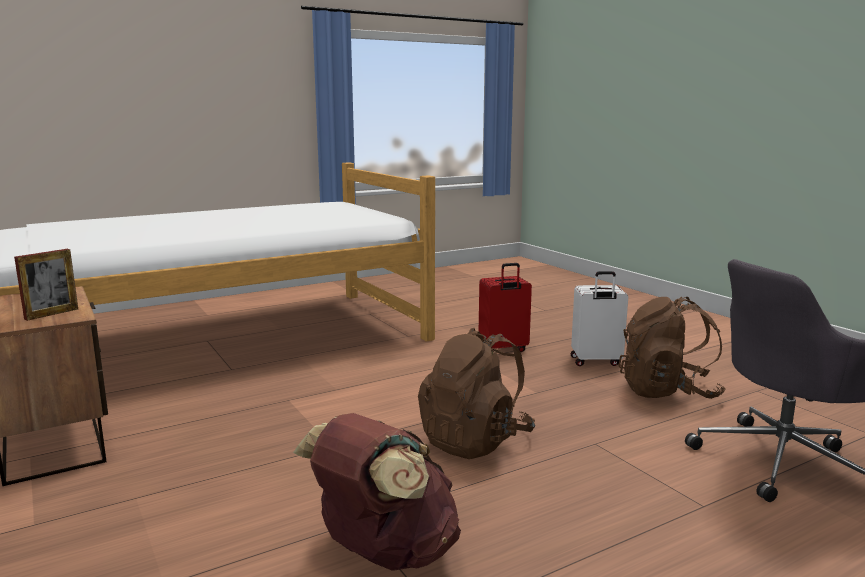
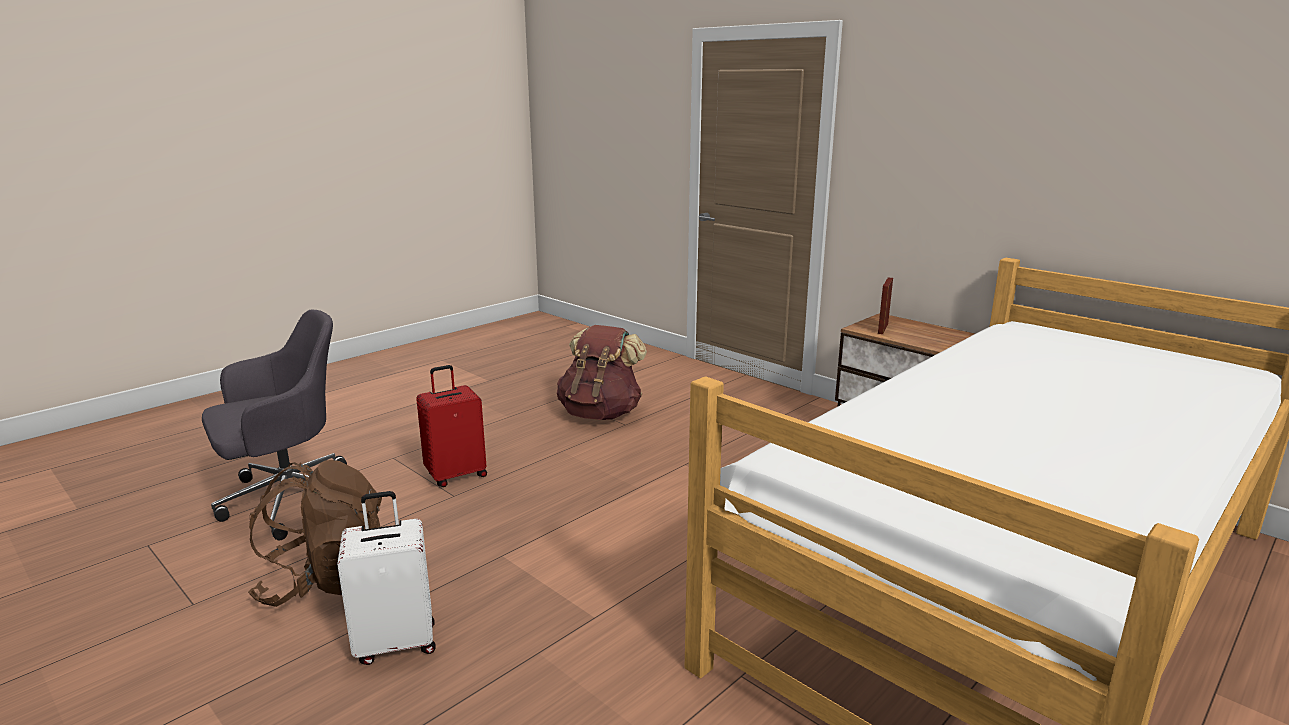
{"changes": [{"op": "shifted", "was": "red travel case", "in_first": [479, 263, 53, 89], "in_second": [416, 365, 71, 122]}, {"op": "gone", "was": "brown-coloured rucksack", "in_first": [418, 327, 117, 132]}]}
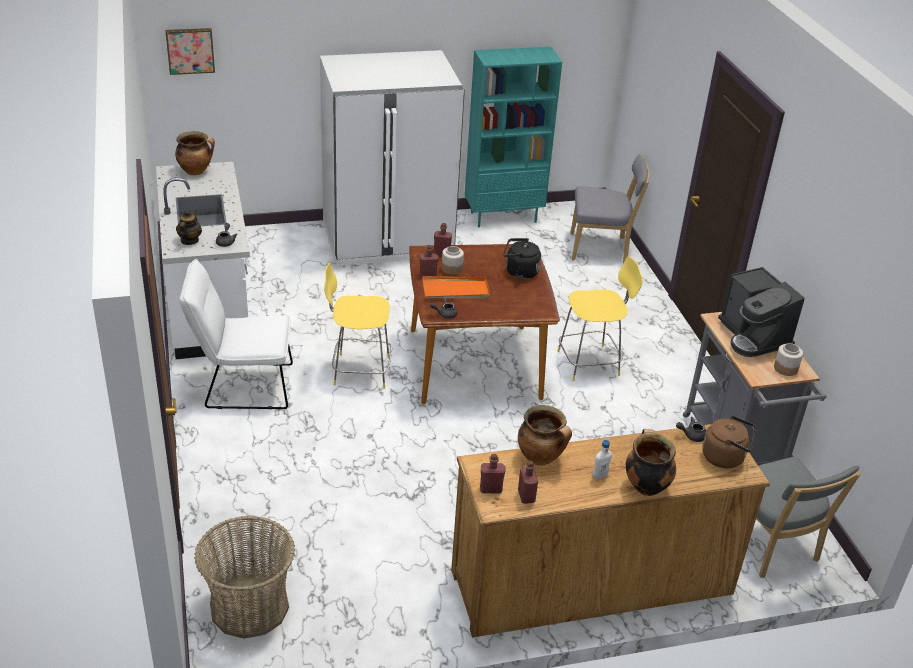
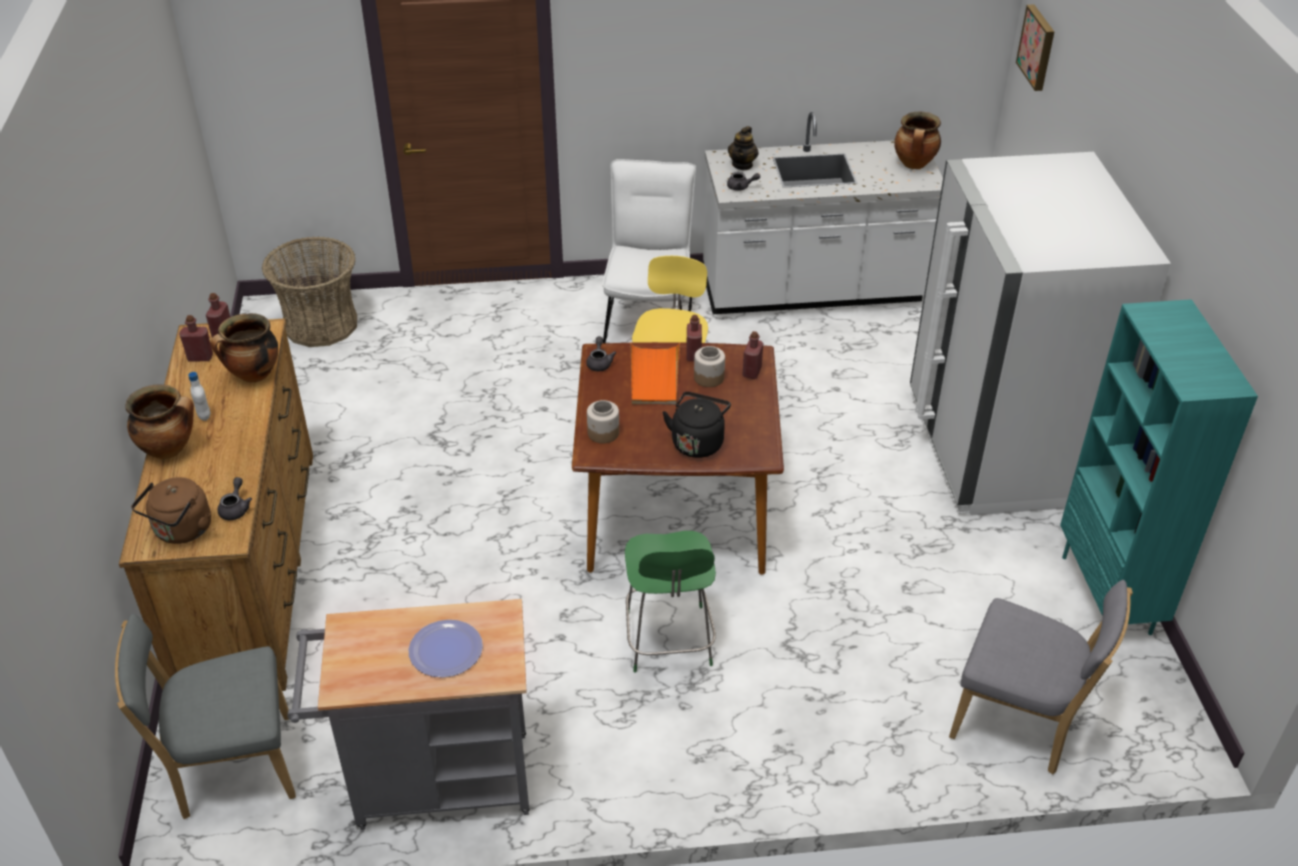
{"changes": [{"op": "swapped", "was": "coffee brewer", "now": "flat dish", "in_first": [718, 267, 87, 90], "in_second": [409, 620, 74, 58]}, {"op": "shifted", "was": "storage jar", "in_first": [774, 343, 29, 33], "in_second": [587, 400, 32, 44]}, {"op": "repainted", "was": "yellow-coloured stool seat", "now": "greenish stool seat", "in_first": [557, 256, 86, 125], "in_second": [625, 531, 91, 142]}, {"op": "rotated", "was": "tea pot", "in_first": [176, 210, 26, 35], "in_second": [728, 126, 30, 44], "clockwise": 90}, {"op": "rotated", "was": "grey upright chair", "in_first": [570, 154, 79, 109], "in_second": [949, 580, 184, 194], "clockwise": -75}]}
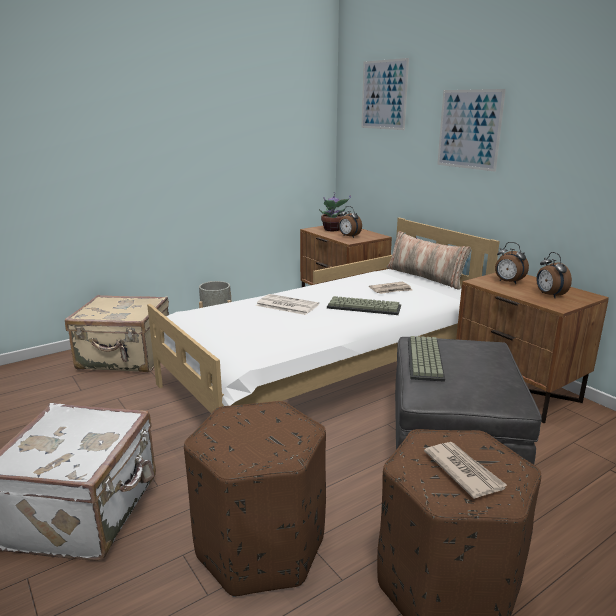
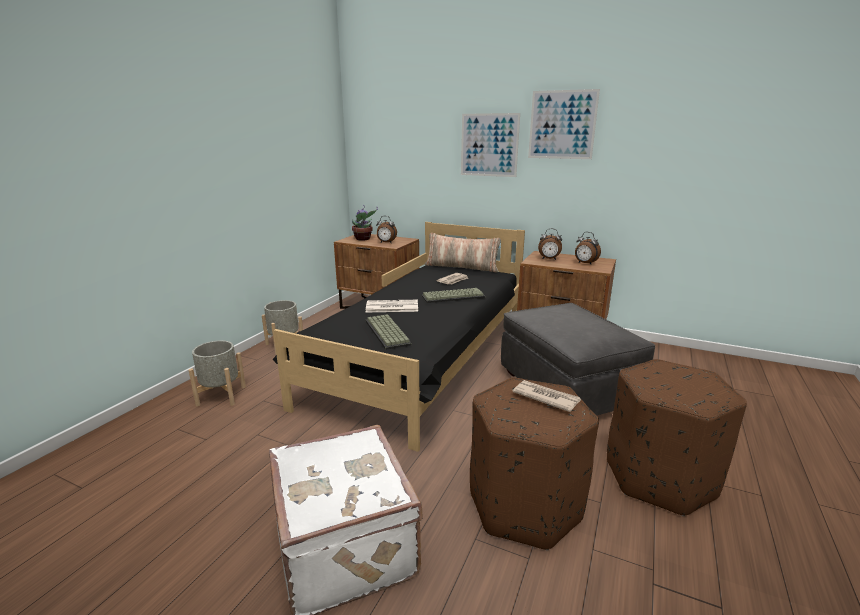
{"changes": [{"op": "swapped", "was": "sand-coloured travel case", "now": "grey planter", "in_first": [65, 295, 104, 77], "in_second": [188, 340, 58, 67]}, {"op": "repainted", "was": "whitish bed", "now": "black bed", "in_first": [147, 218, 353, 195], "in_second": [273, 222, 252, 230]}, {"op": "shifted", "was": "PC keyboard", "in_first": [408, 336, 37, 46], "in_second": [365, 314, 47, 36]}, {"op": "shifted", "was": "printed paper", "in_first": [424, 442, 84, 57], "in_second": [512, 380, 69, 32]}, {"op": "shifted", "was": "wall art", "in_first": [361, 58, 48, 72], "in_second": [528, 89, 72, 70]}]}
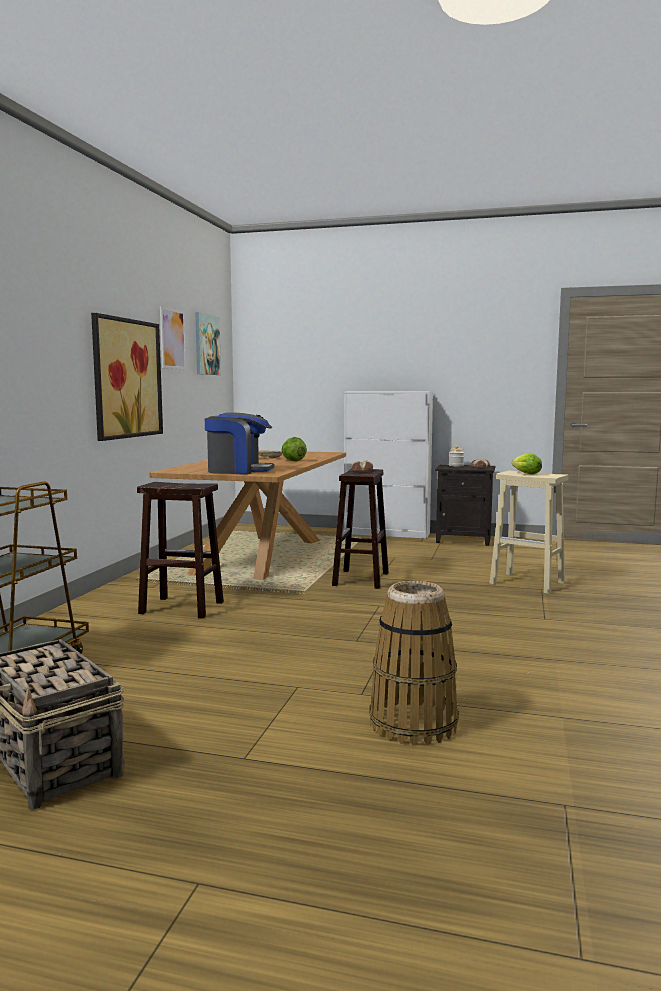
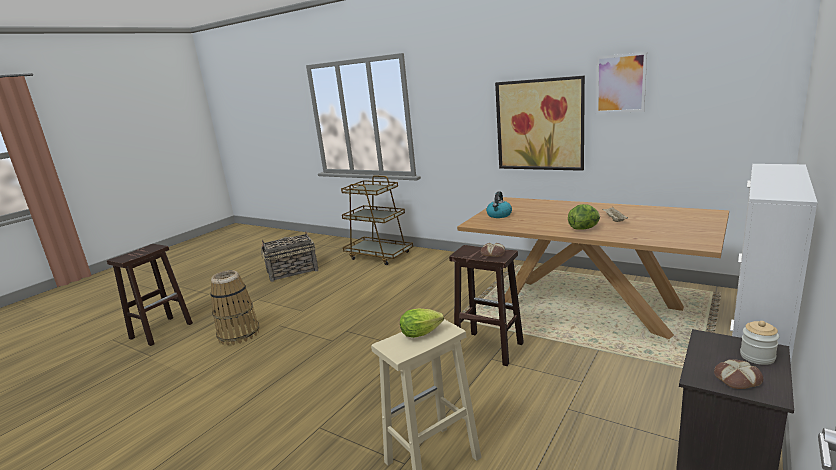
{"changes": [{"op": "shifted", "was": "brown-coloured stool seat", "in_first": [137, 482, 87, 137], "in_second": [107, 244, 86, 102]}, {"op": "swapped", "was": "coffee brewer", "now": "water kettle", "in_first": [205, 412, 69, 62], "in_second": [486, 191, 26, 27]}, {"op": "gone", "was": "wall art", "in_first": [195, 312, 26, 63]}]}
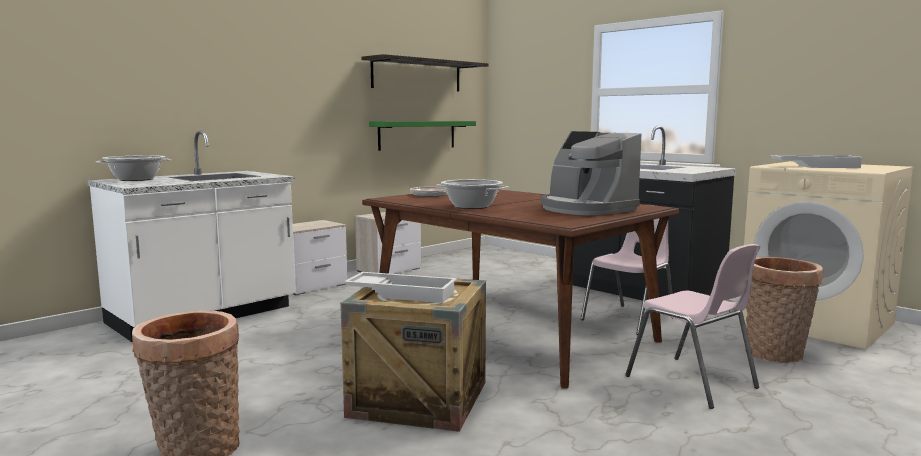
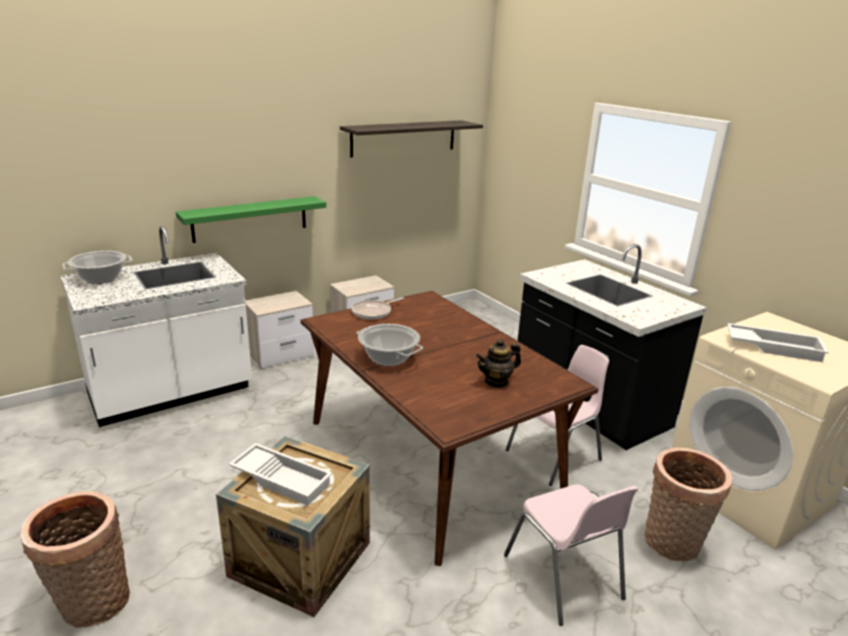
{"changes": [{"op": "shifted", "was": "greenish wall shelf", "in_first": [369, 121, 107, 30], "in_second": [176, 196, 150, 47]}, {"op": "swapped", "was": "coffee brewer", "now": "tea pot", "in_first": [541, 131, 100, 84], "in_second": [476, 339, 45, 49]}]}
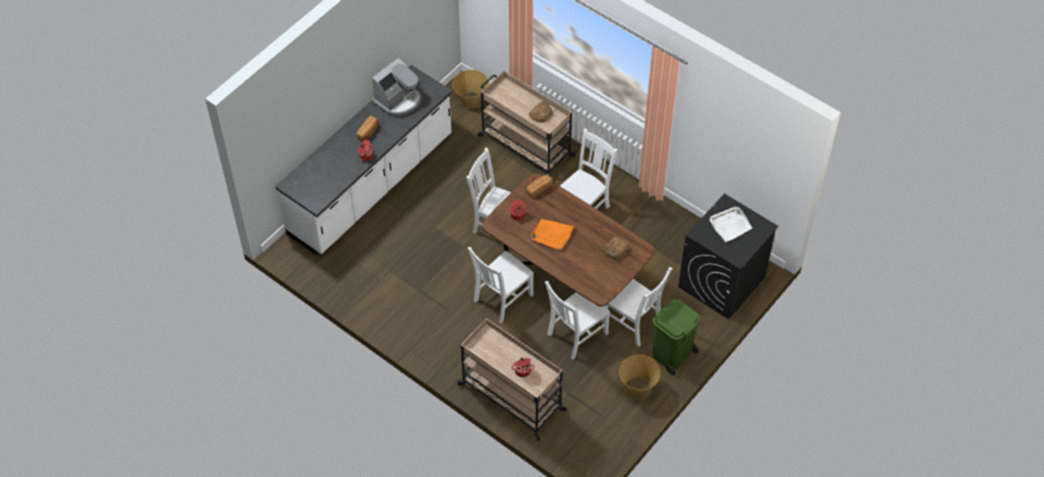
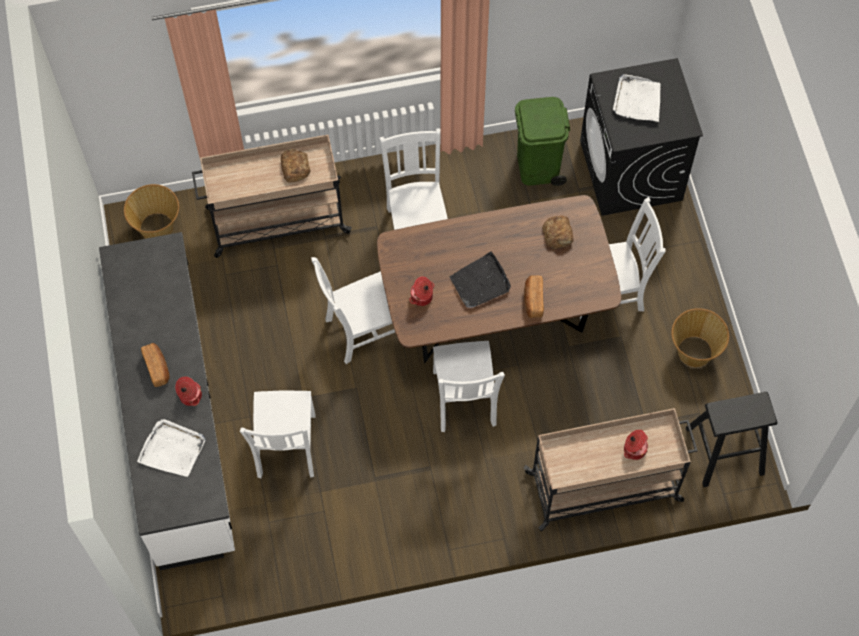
{"changes": [{"op": "new", "now": "whitish tray", "in_second": [137, 419, 69, 58]}, {"op": "shifted", "was": "whitish upright chair", "in_first": [545, 281, 65, 78], "in_second": [240, 391, 75, 87]}, {"op": "repainted", "was": "orange-coloured tray", "now": "black tray", "in_first": [530, 219, 44, 30], "in_second": [449, 251, 62, 57]}, {"op": "shifted", "was": "greenish rubbish bin", "in_first": [652, 299, 48, 76], "in_second": [515, 97, 55, 89]}, {"op": "shifted", "was": "bread", "in_first": [526, 175, 27, 23], "in_second": [524, 275, 20, 43]}, {"op": "new", "now": "black stool seat", "in_second": [686, 392, 91, 95]}, {"op": "gone", "was": "coffee brewer", "in_first": [372, 58, 50, 58]}]}
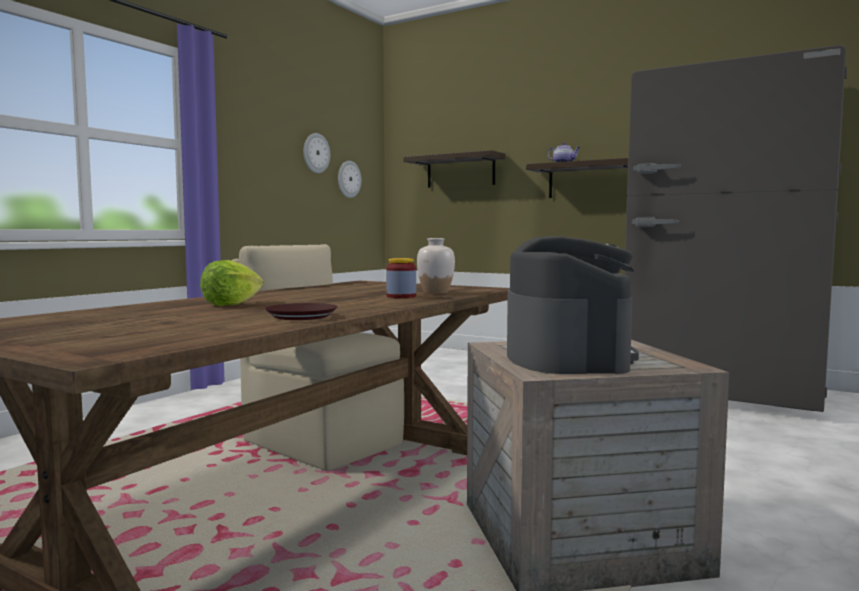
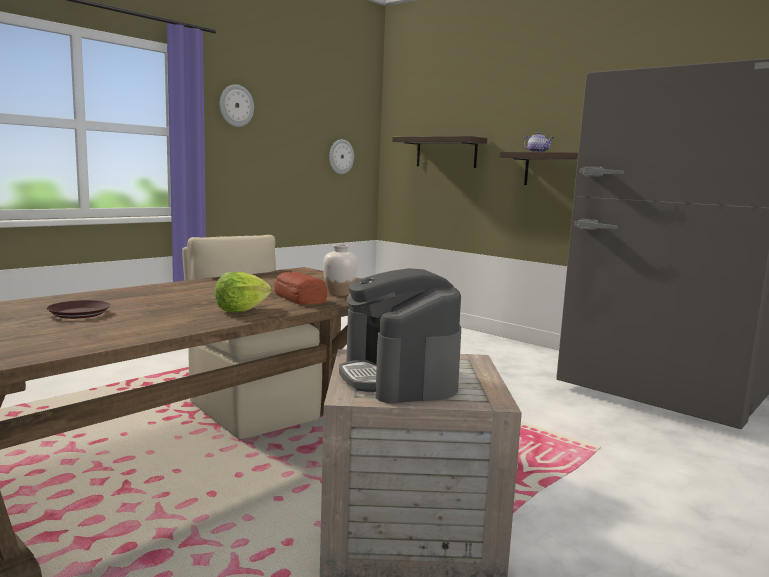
{"changes": [{"op": "shifted", "was": "brown-coloured flat dish", "in_first": [264, 303, 74, 17], "in_second": [46, 300, 65, 19]}, {"op": "shifted", "was": "lettuce", "in_first": [200, 260, 63, 46], "in_second": [215, 272, 56, 40]}, {"op": "shifted", "was": "wall clock", "in_first": [304, 133, 26, 40], "in_second": [220, 84, 34, 43]}, {"op": "swapped", "was": "storage jar", "now": "bread", "in_first": [386, 258, 30, 40], "in_second": [274, 272, 53, 33]}, {"op": "rotated", "was": "coffee brewer", "in_first": [507, 236, 132, 138], "in_second": [339, 268, 122, 136], "clockwise": 150}]}
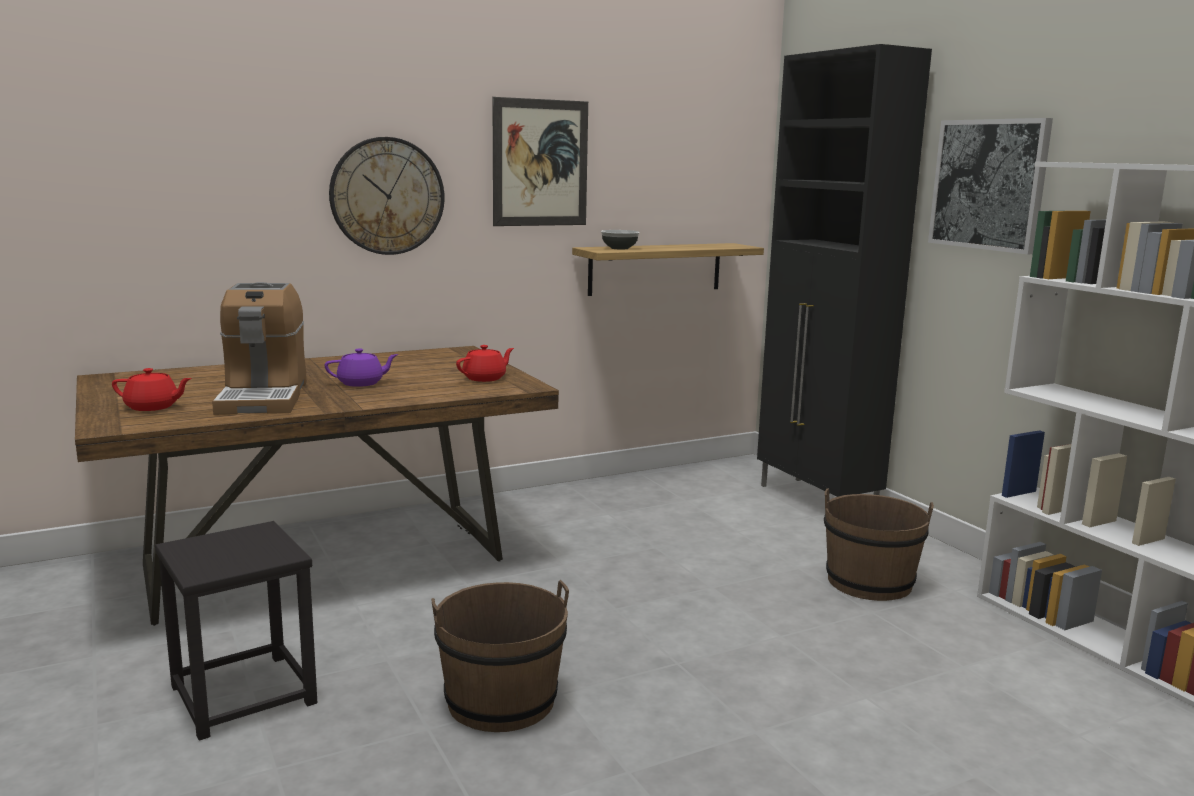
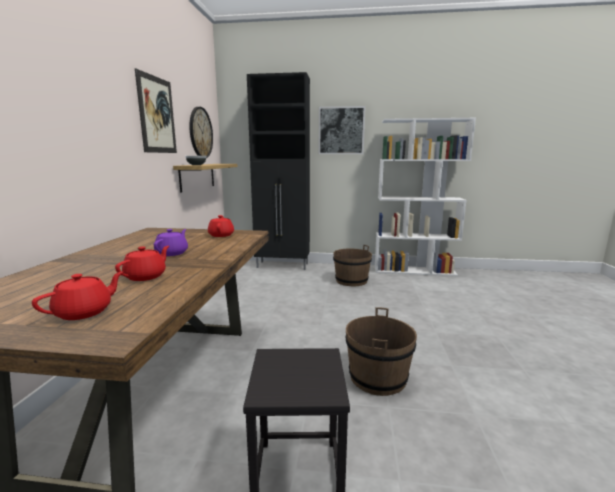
{"changes": [{"op": "swapped", "was": "coffee brewer", "now": "red tea pot", "in_first": [212, 282, 95, 133], "in_second": [115, 246, 54, 35]}, {"op": "shifted", "was": "wall clock", "in_first": [329, 137, 115, 118], "in_second": [189, 107, 24, 51]}]}
